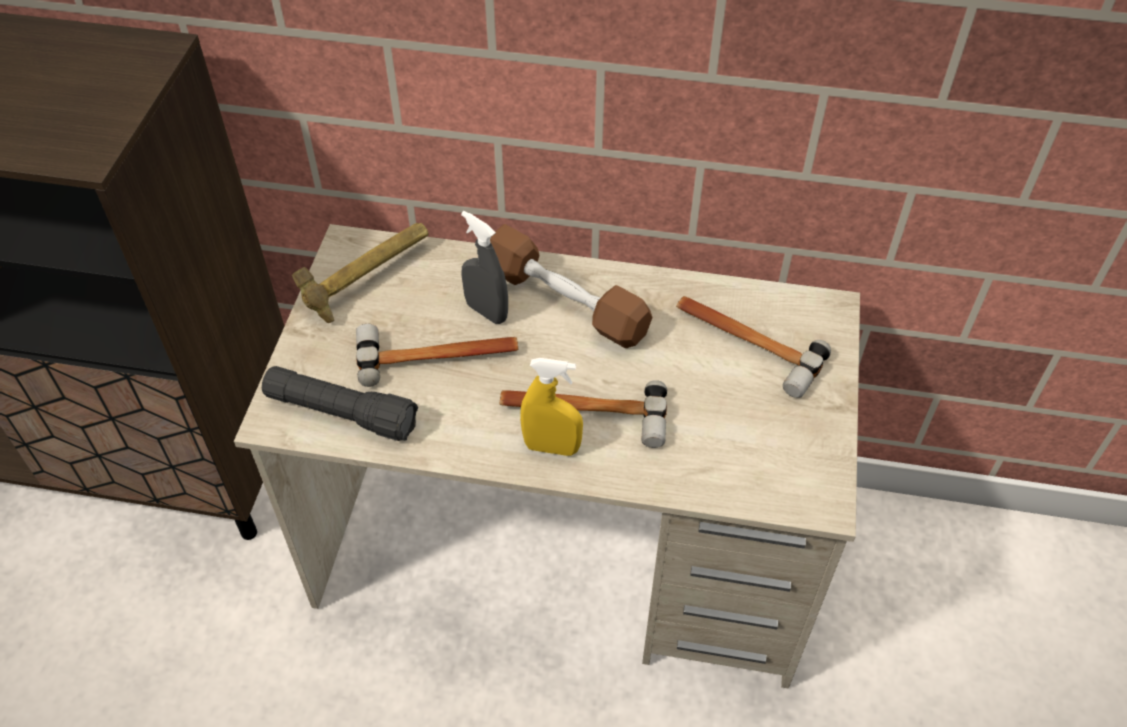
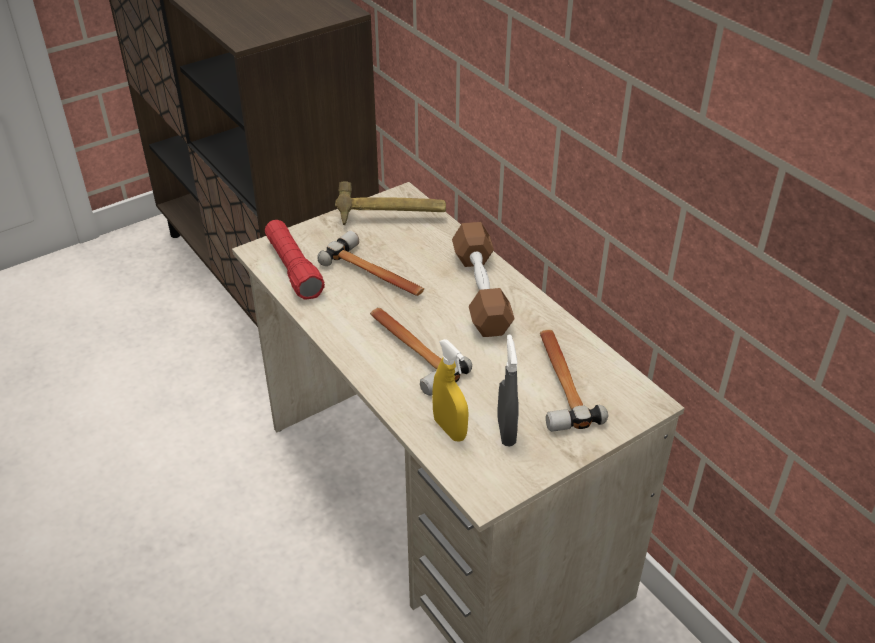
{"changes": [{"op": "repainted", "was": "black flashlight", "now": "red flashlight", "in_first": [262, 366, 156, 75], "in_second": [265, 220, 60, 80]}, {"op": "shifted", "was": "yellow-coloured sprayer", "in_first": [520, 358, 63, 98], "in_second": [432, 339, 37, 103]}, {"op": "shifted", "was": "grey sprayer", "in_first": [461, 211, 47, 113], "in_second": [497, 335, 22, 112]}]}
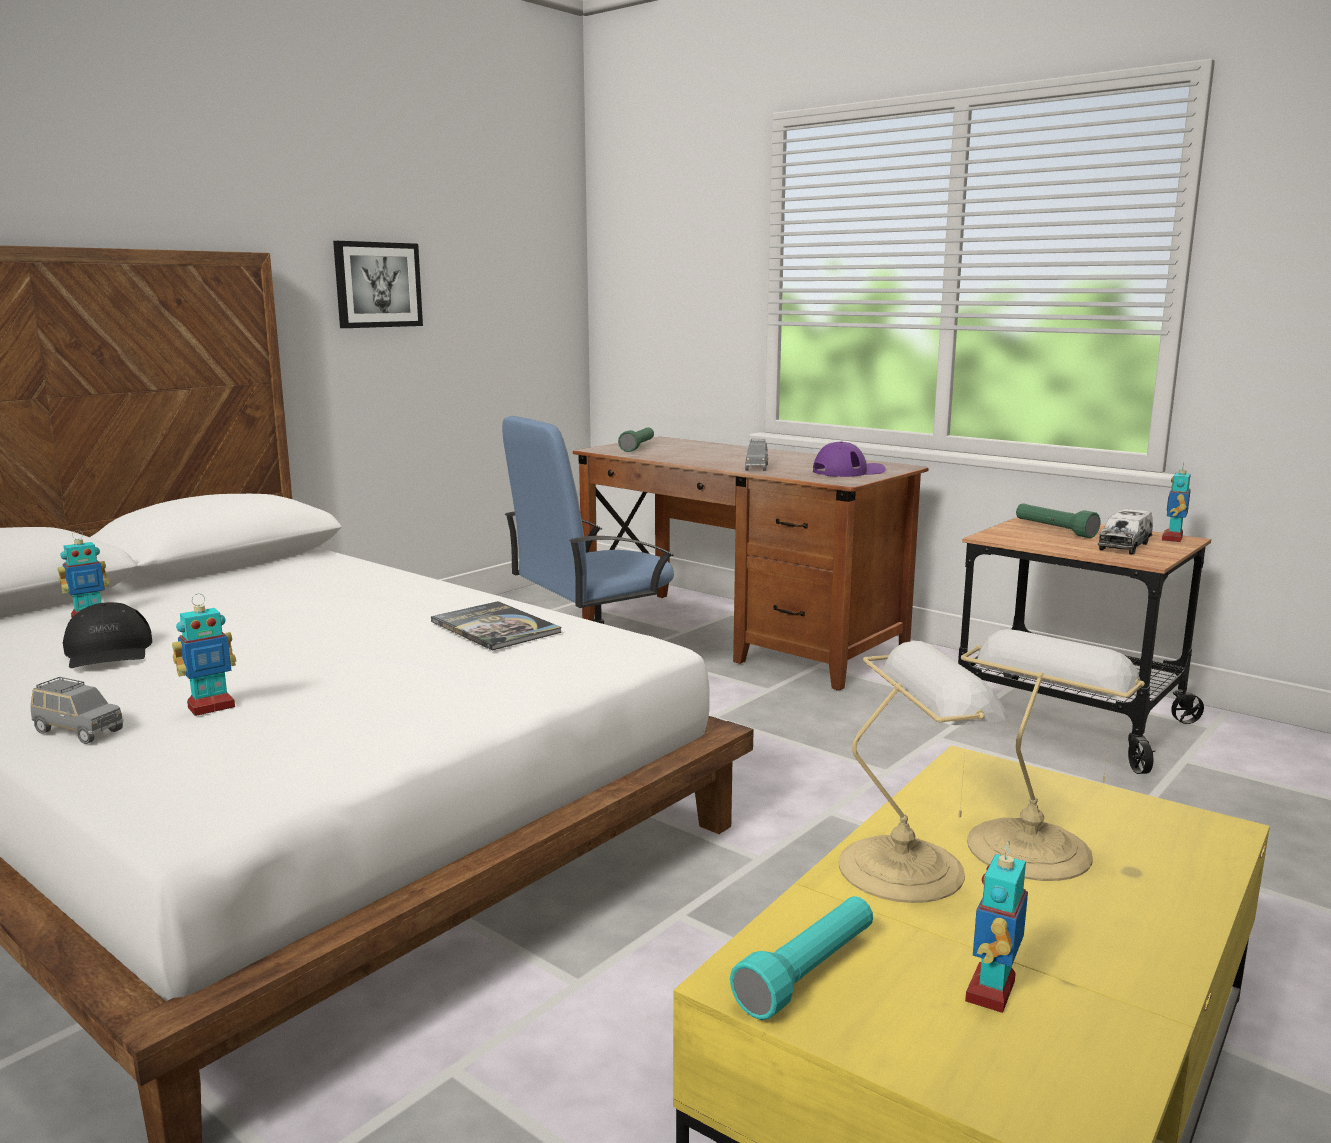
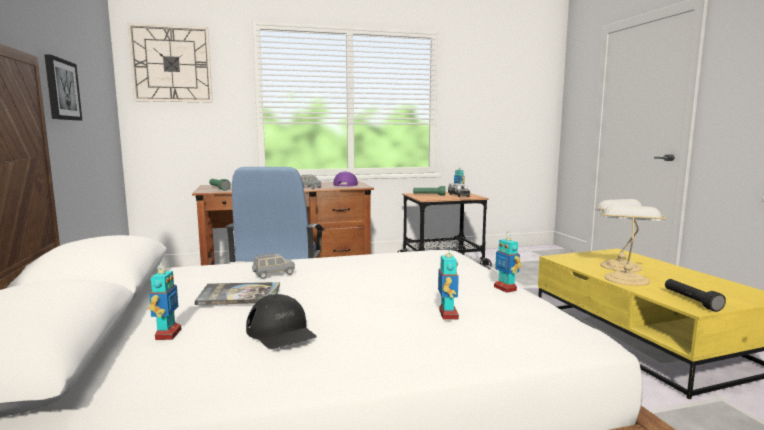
{"changes": [{"op": "new", "now": "wall clock", "in_second": [127, 23, 86, 80]}, {"op": "shifted", "was": "book", "in_first": [431, 601, 131, 49], "in_second": [195, 282, 85, 23]}, {"op": "rotated", "was": "black cap", "in_first": [63, 602, 89, 66], "in_second": [246, 294, 71, 55], "clockwise": 45}, {"op": "shifted", "was": "grey toy car", "in_first": [31, 677, 93, 67], "in_second": [252, 253, 43, 26]}, {"op": "shifted", "was": "robot figure", "in_first": [965, 841, 63, 172], "in_second": [494, 231, 28, 62]}, {"op": "repainted", "was": "turquoise flashlight", "now": "black flashlight", "in_first": [730, 896, 143, 124], "in_second": [665, 279, 61, 33]}]}
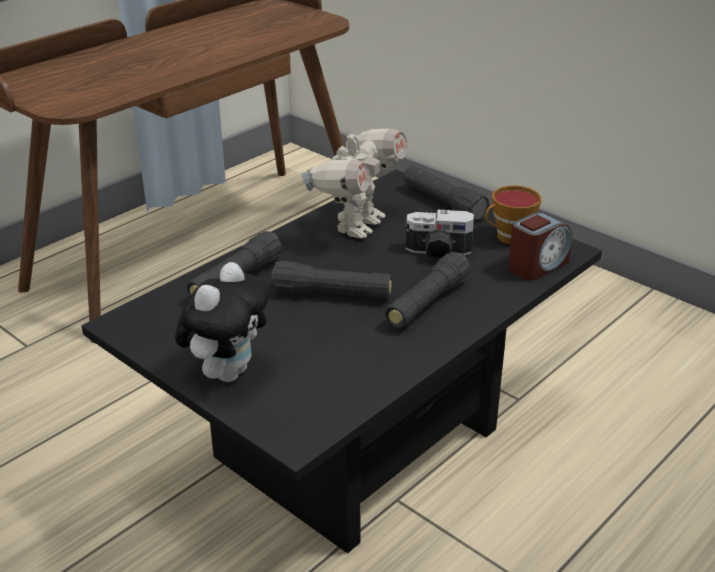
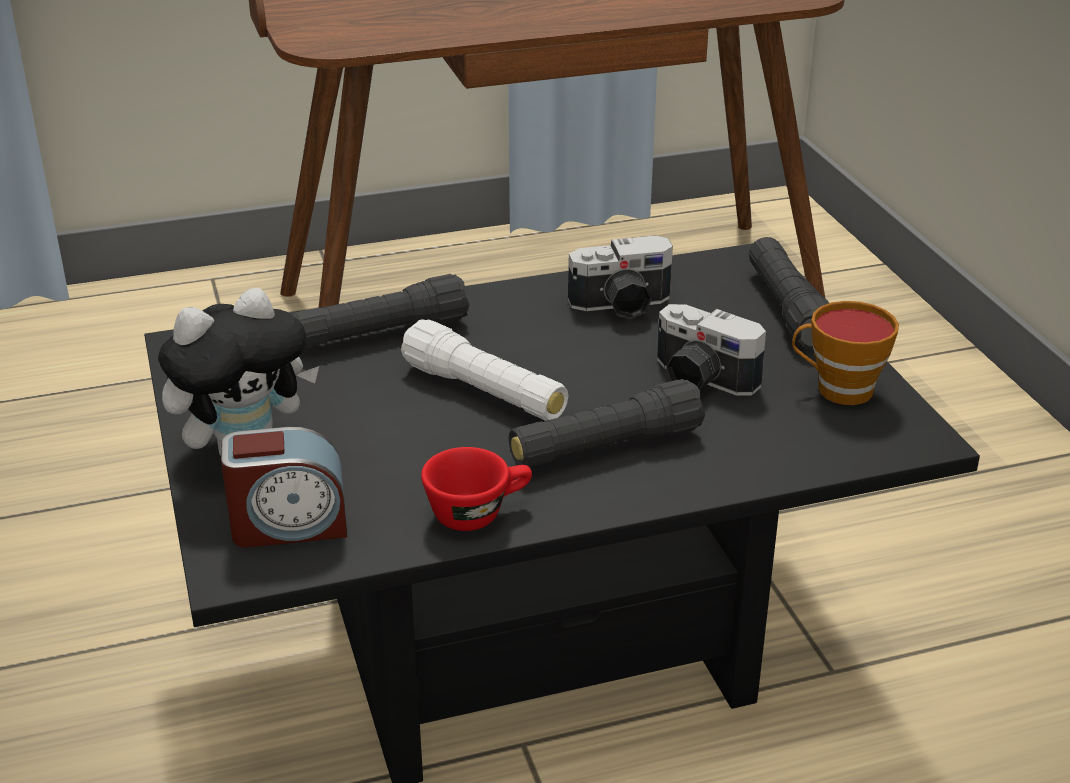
{"changes": [{"op": "shifted", "was": "bedside clock", "in_first": [508, 212, 64, 68], "in_second": [221, 427, 127, 120]}, {"op": "repainted", "was": "black flashlight", "now": "whitish flashlight", "in_first": [271, 261, 121, 38], "in_second": [401, 319, 167, 102]}, {"op": "new", "now": "red drinking cup", "in_second": [421, 447, 111, 84]}, {"op": "swapped", "was": "robot figure", "now": "still camera", "in_first": [301, 123, 107, 116], "in_second": [568, 236, 105, 83]}]}
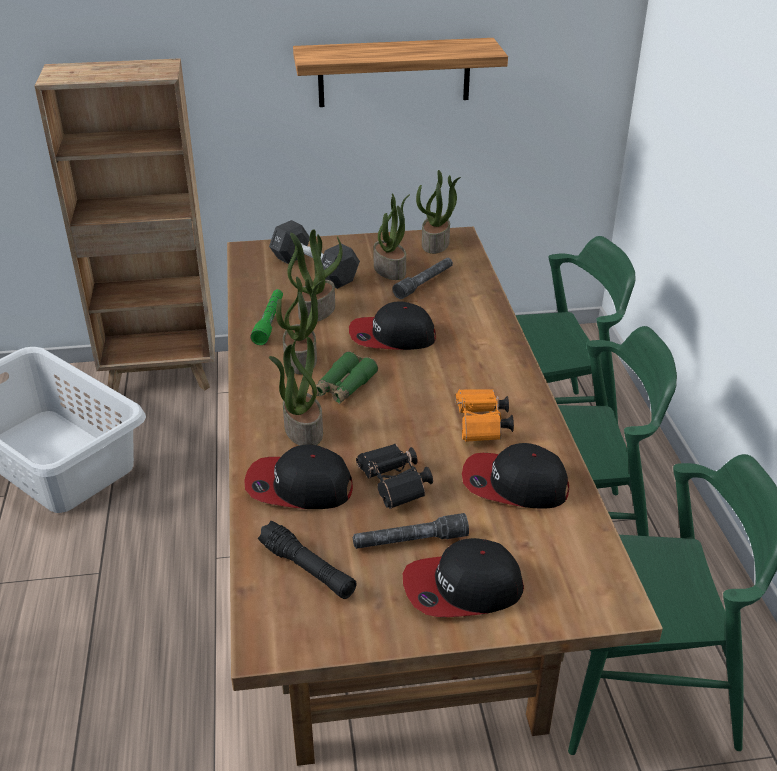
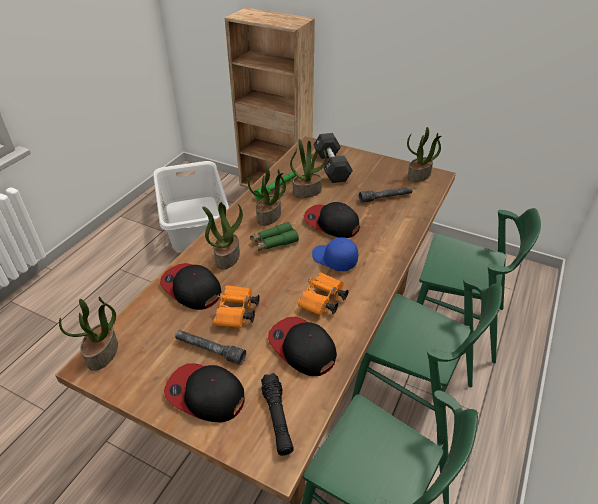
{"changes": [{"op": "shifted", "was": "houseplant", "in_first": [373, 193, 37, 87], "in_second": [59, 297, 59, 74]}, {"op": "repainted", "was": "black pair of binoculars", "now": "orange-coloured pair of binoculars", "in_first": [356, 444, 77, 65], "in_second": [214, 285, 46, 43]}, {"op": "shifted", "was": "black flashlight", "in_first": [258, 521, 99, 78], "in_second": [261, 373, 33, 83]}, {"op": "new", "now": "blue-coloured cap", "in_second": [312, 237, 46, 34]}, {"op": "gone", "was": "wall shelf", "in_first": [293, 38, 215, 69]}]}
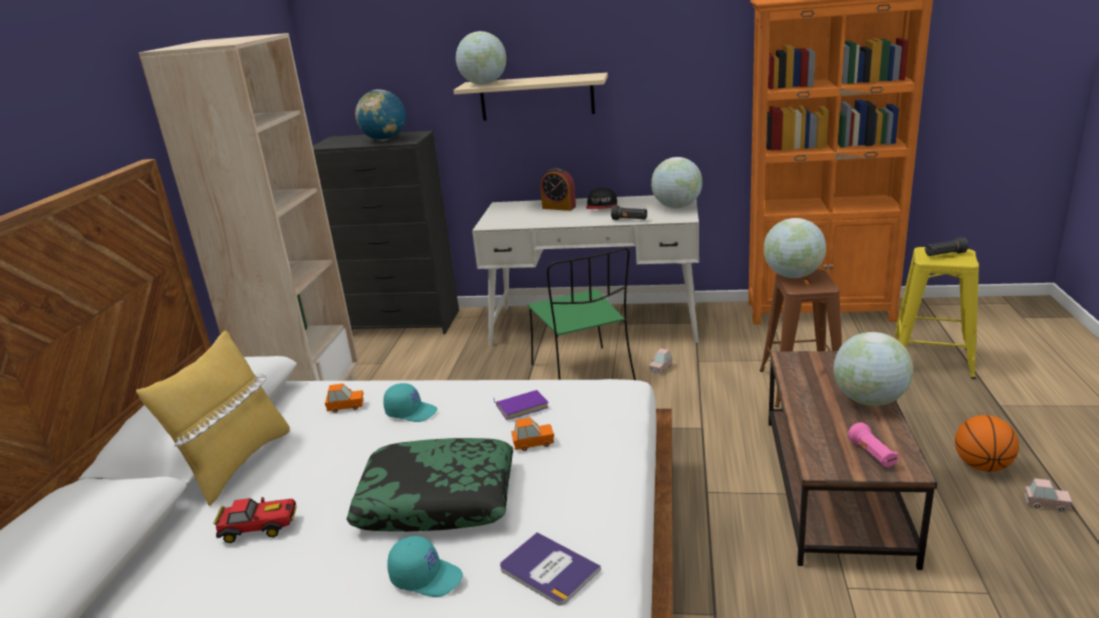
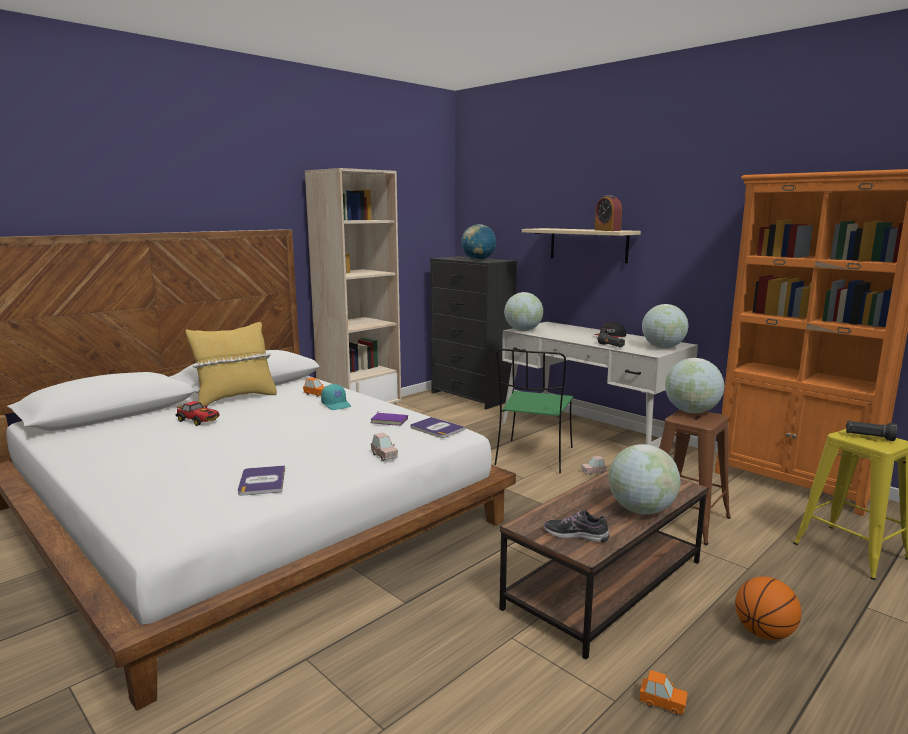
{"changes": [{"op": "shifted", "was": "pink-coloured toy car", "in_first": [1024, 478, 49, 34], "in_second": [371, 432, 27, 29]}, {"op": "new", "now": "book", "in_second": [411, 417, 54, 21]}, {"op": "shifted", "was": "globe", "in_first": [456, 31, 50, 54], "in_second": [504, 292, 39, 39]}, {"op": "swapped", "was": "pink-coloured flashlight", "now": "shoe", "in_first": [848, 422, 50, 45], "in_second": [544, 510, 66, 33]}, {"op": "shifted", "was": "bedside clock", "in_first": [540, 168, 36, 43], "in_second": [595, 195, 27, 36]}, {"op": "shifted", "was": "orange-coloured toy car", "in_first": [511, 418, 43, 33], "in_second": [639, 670, 49, 45]}, {"op": "gone", "was": "cushion", "in_first": [347, 438, 166, 94]}, {"op": "gone", "was": "turquoise cap", "in_first": [387, 536, 76, 61]}]}
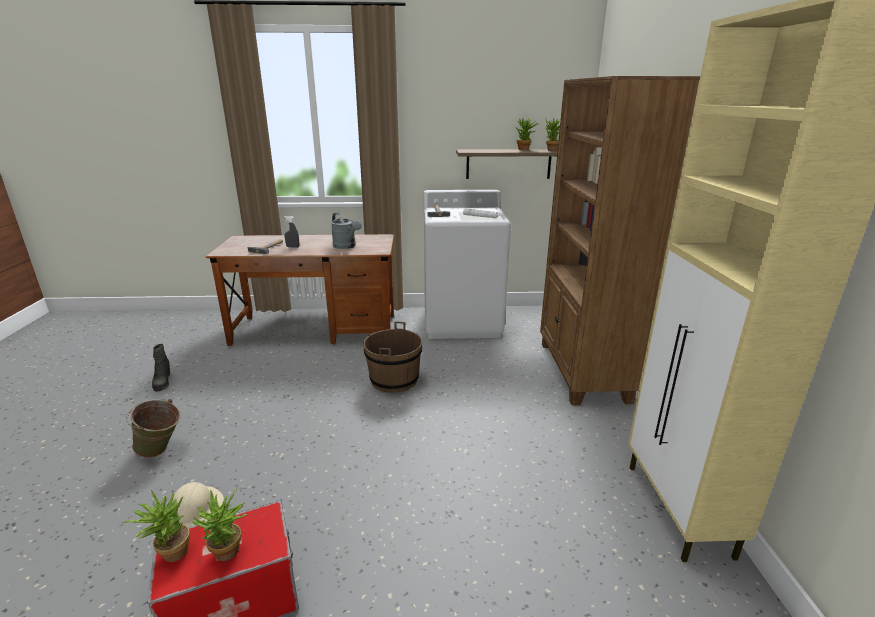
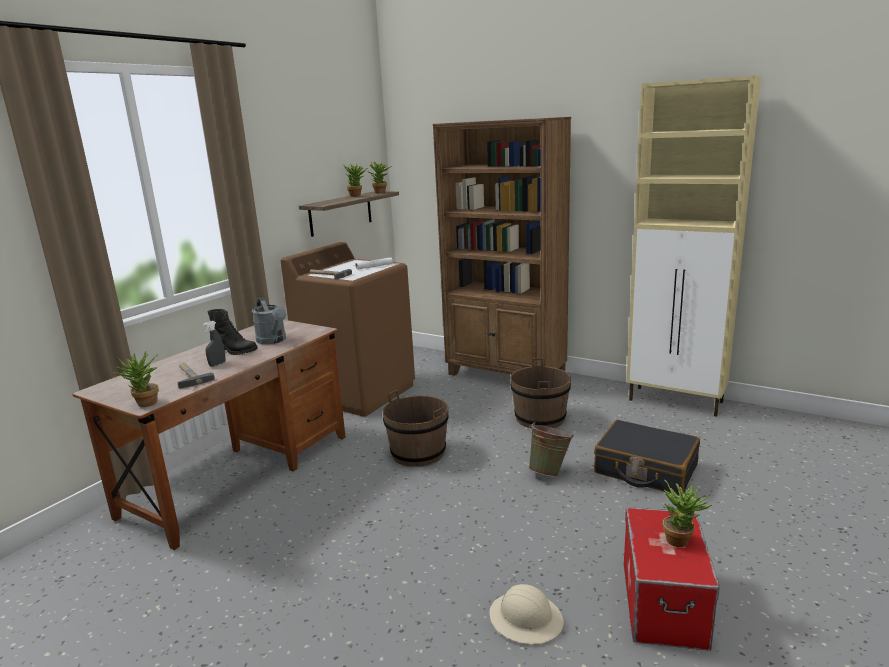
{"changes": [{"op": "shifted", "was": "houseplant", "in_first": [124, 490, 66, 72], "in_second": [114, 351, 45, 56]}, {"op": "shifted", "was": "black high-top boot", "in_first": [152, 344, 18, 48], "in_second": [207, 309, 51, 46]}, {"op": "rotated", "was": "grey watering pot", "in_first": [331, 213, 31, 36], "in_second": [252, 297, 34, 47], "clockwise": 60}, {"op": "repainted", "was": "whitish washing machine", "now": "brown-coloured washing machine", "in_first": [424, 190, 87, 149], "in_second": [281, 242, 134, 175]}, {"op": "new", "now": "brown-coloured water bucket", "in_second": [510, 358, 61, 70]}, {"op": "shifted", "was": "greenish water bucket", "in_first": [126, 399, 55, 59], "in_second": [529, 422, 45, 55]}, {"op": "new", "now": "black travel case", "in_second": [594, 420, 106, 75]}]}
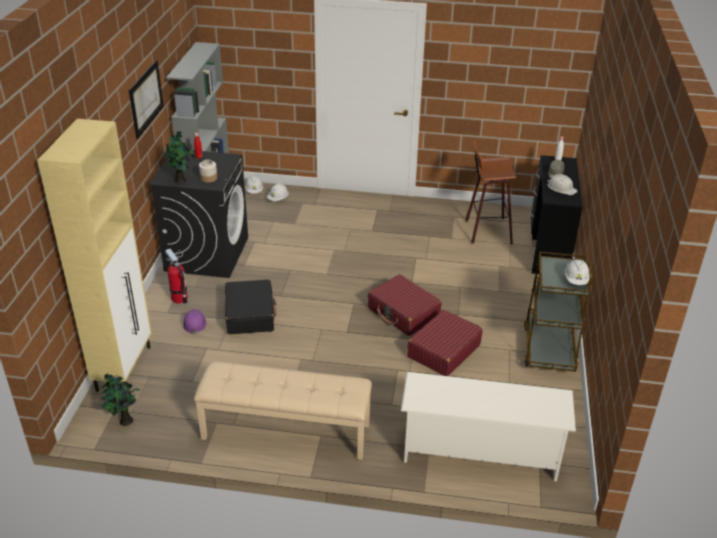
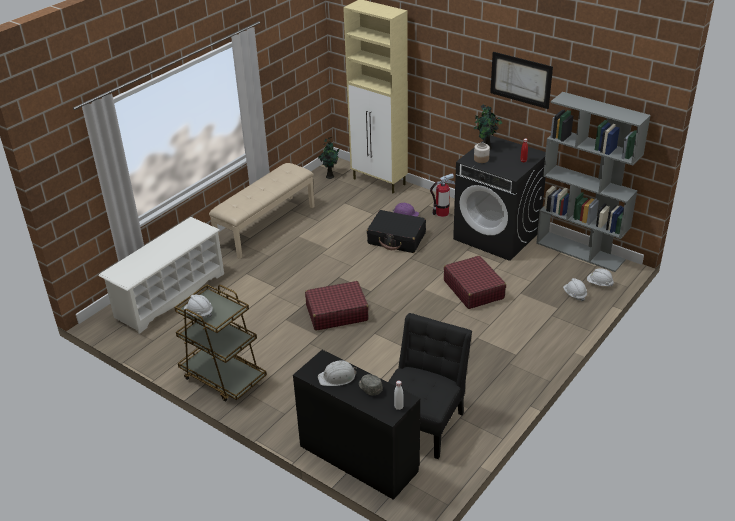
{"changes": [{"op": "swapped", "was": "stool seat", "now": "black upright chair", "in_first": [466, 140, 51, 105], "in_second": [388, 313, 84, 146]}, {"op": "shifted", "was": "red travel case", "in_first": [407, 310, 76, 66], "in_second": [444, 256, 62, 53]}]}
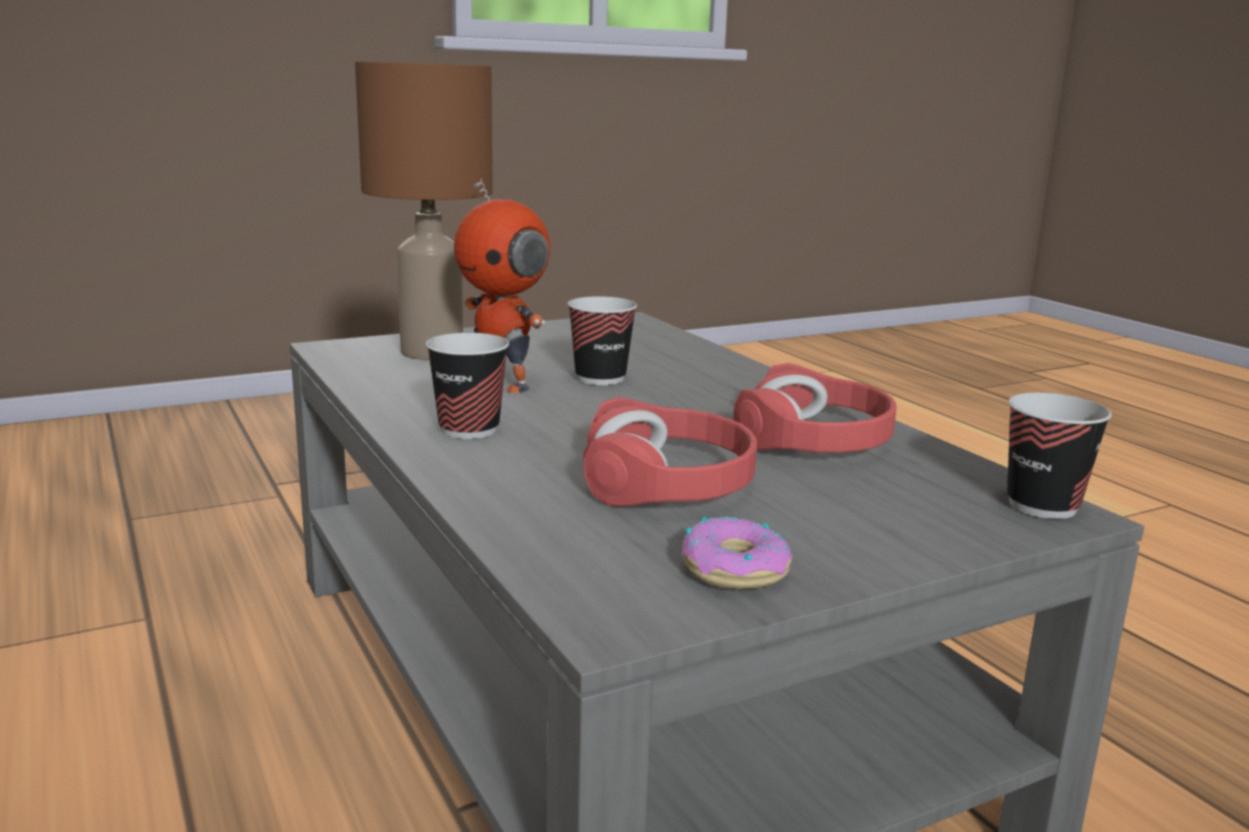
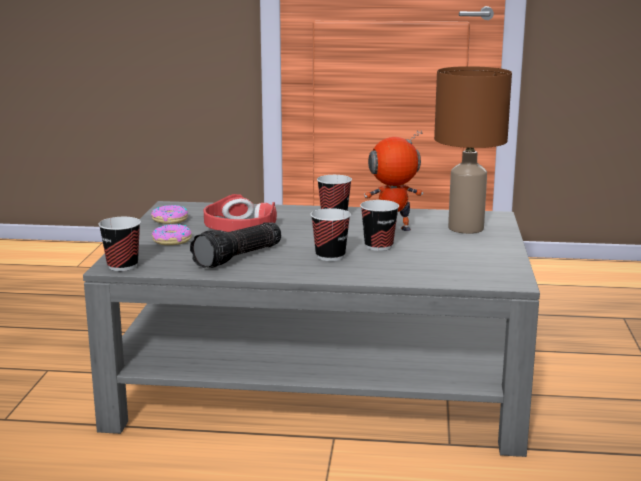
{"changes": [{"op": "new", "now": "donut", "in_second": [152, 224, 40, 21]}, {"op": "swapped", "was": "red pair of headphones", "now": "flashlight", "in_first": [733, 363, 164, 90], "in_second": [190, 222, 91, 46]}, {"op": "new", "now": "drinking cup", "in_second": [310, 208, 41, 53]}]}
